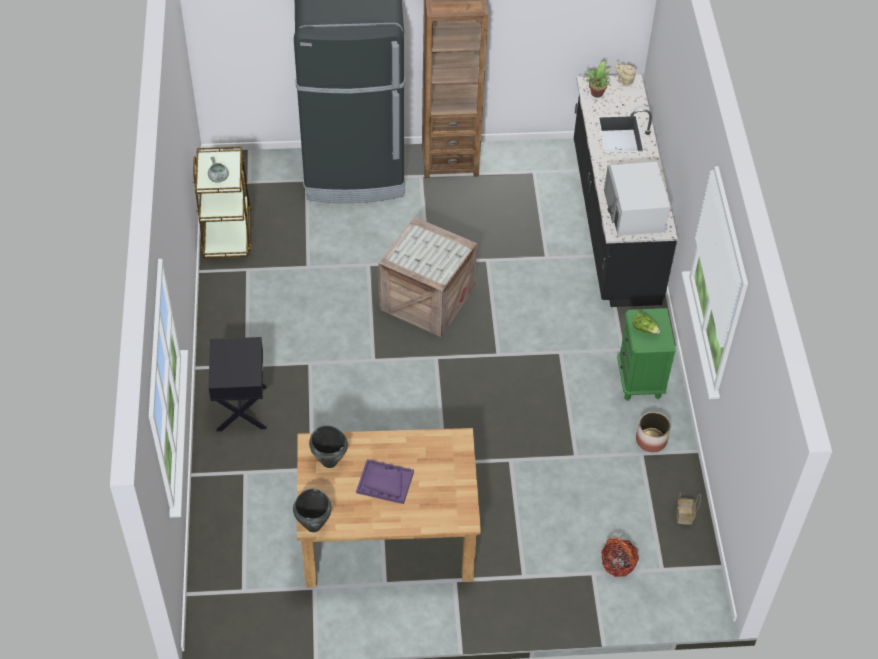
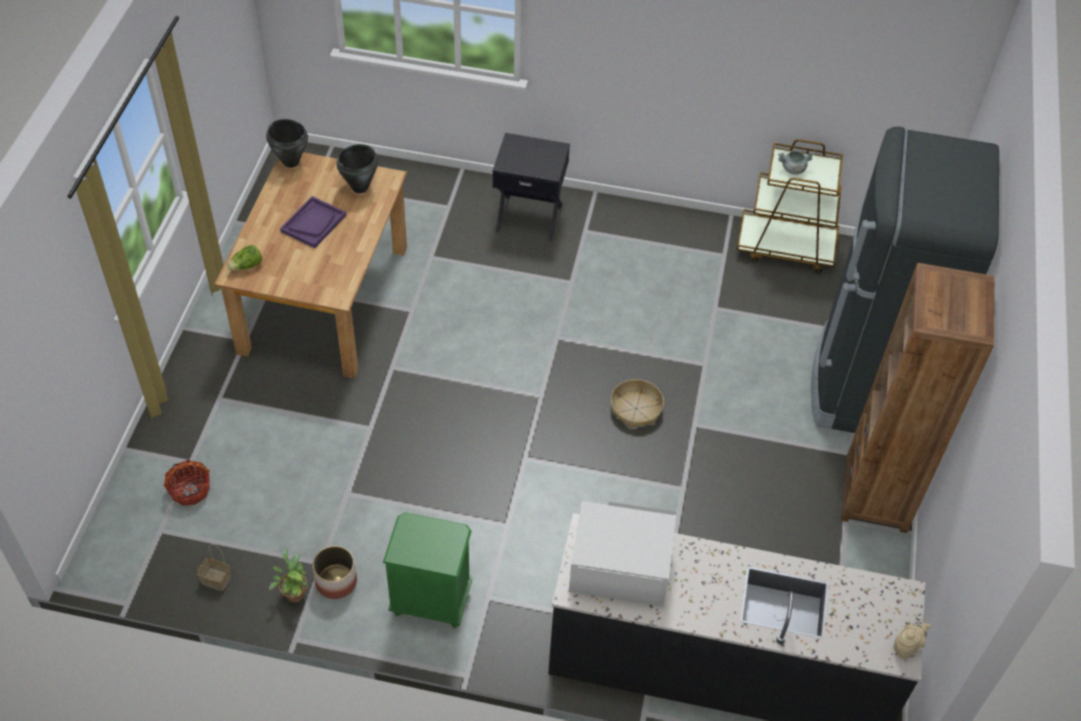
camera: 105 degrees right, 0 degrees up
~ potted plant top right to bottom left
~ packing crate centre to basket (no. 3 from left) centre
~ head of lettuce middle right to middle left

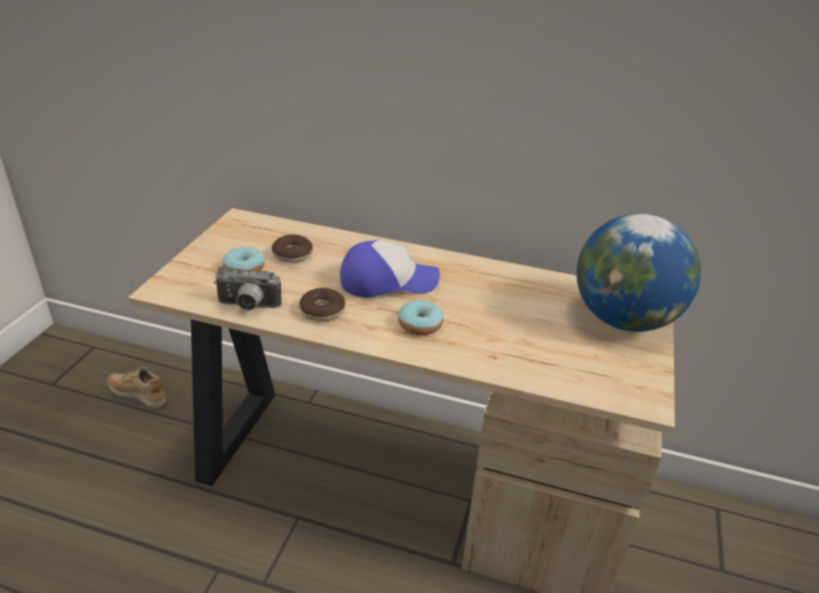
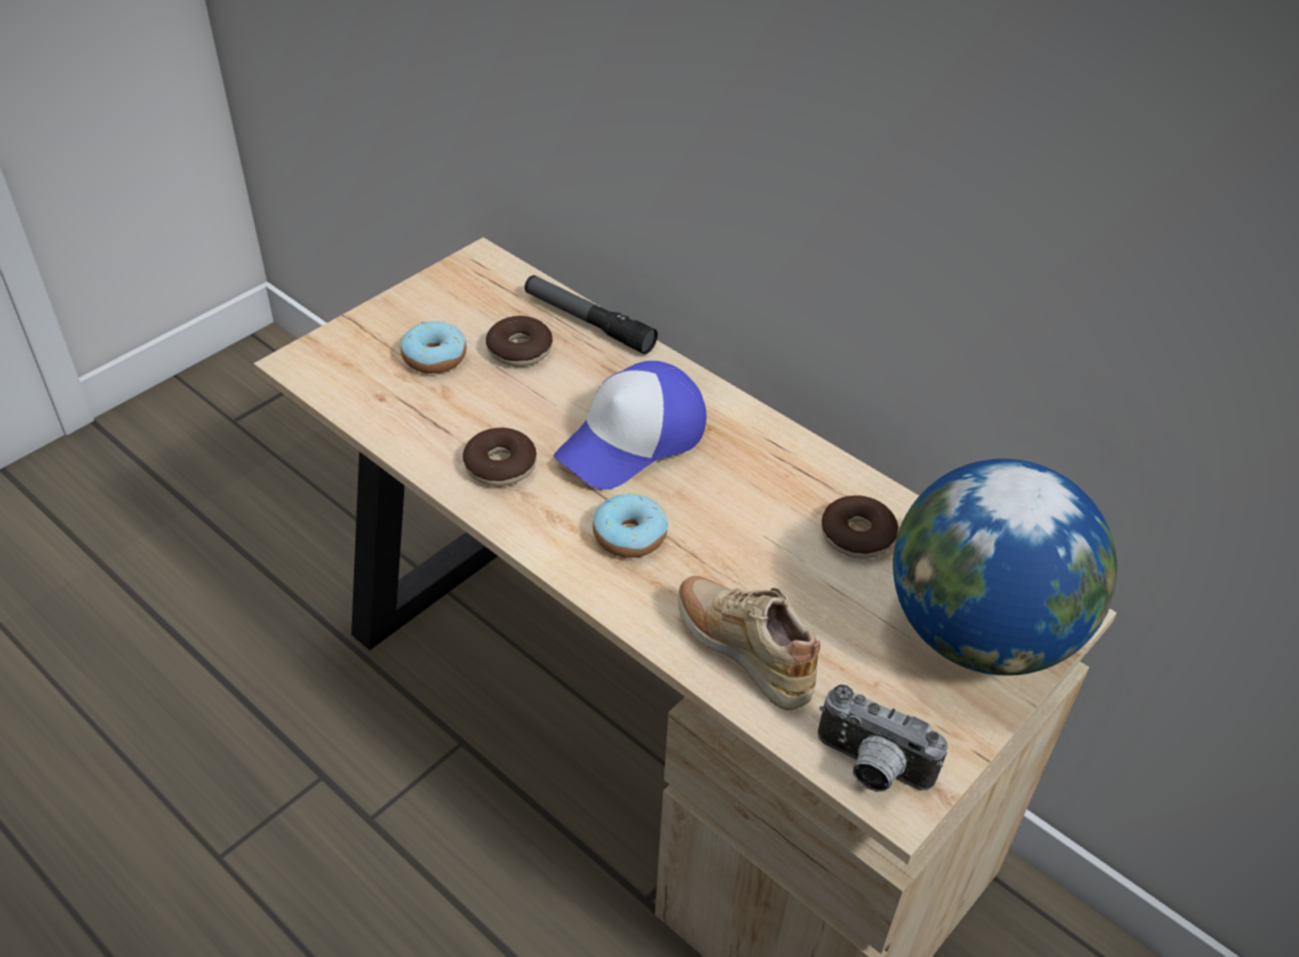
camera: 25 degrees right, 10 degrees up
~ peaked cap centre = centre 120 degrees clockwise
~ photo camera middle left to bottom right
~ beige-coloured shoe middle left to bottom centre
+ flashlight top centre
+ donut (no. 5 from left) centre

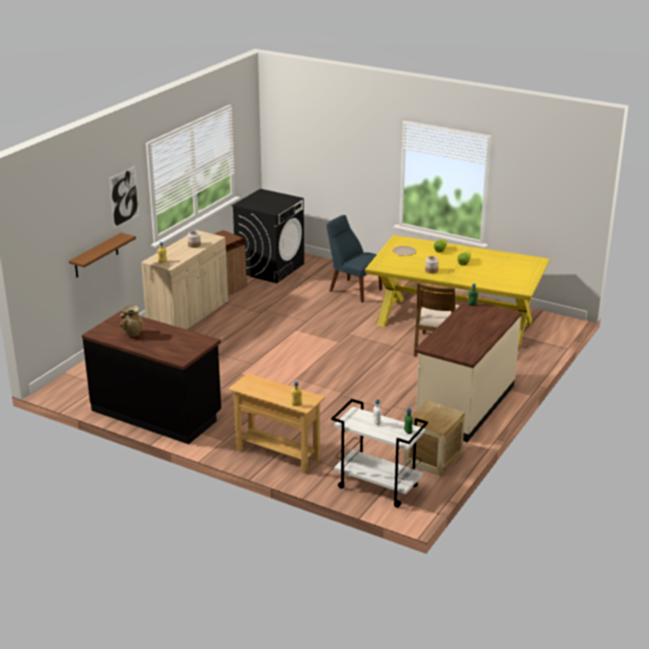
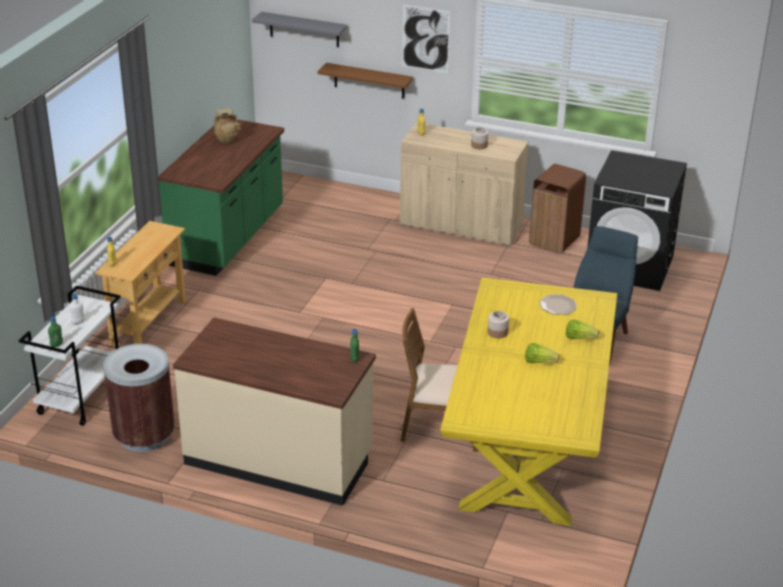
camera: 80 degrees right, 5 degrees up
~ black-coloured counter middle left to green counter middle left
~ packing crate bottom right to brownish waste bin (no. 1 from left) bottom left
+ gray shelf top centre

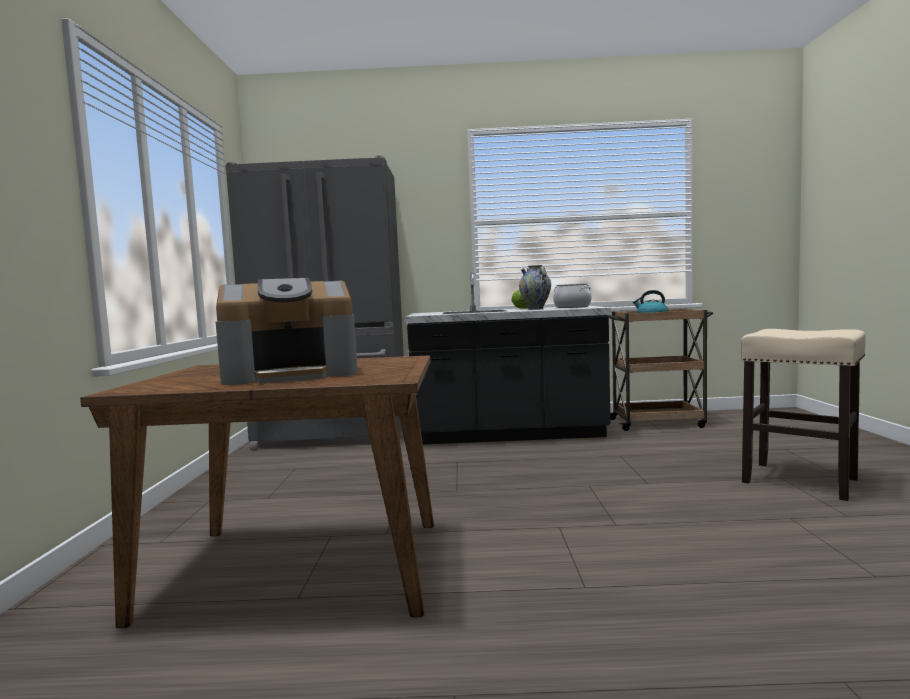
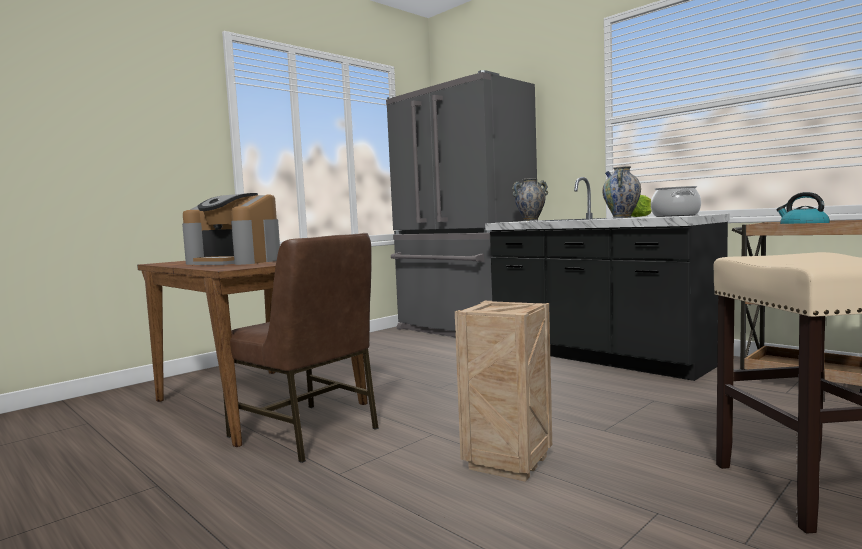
camera: 45 degrees right, 0 degrees up
+ vase (no. 1 from left) centre
+ brownish plain chair centre
+ packing crate bottom centre

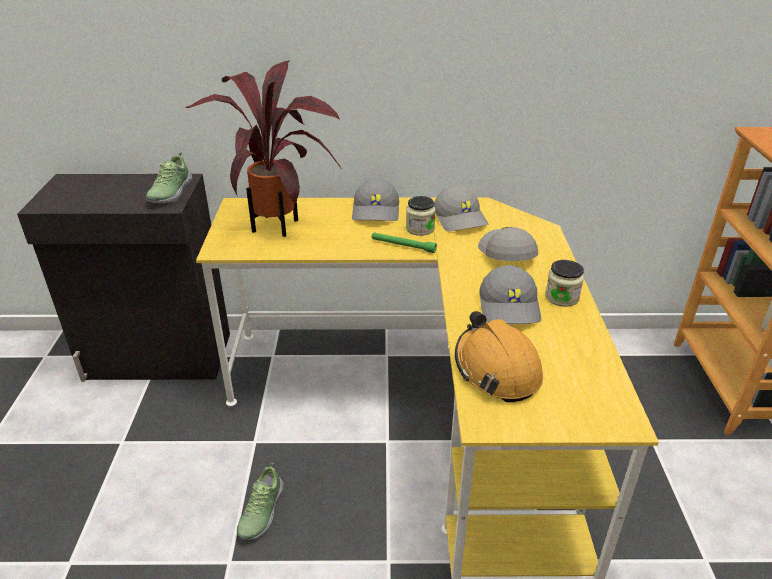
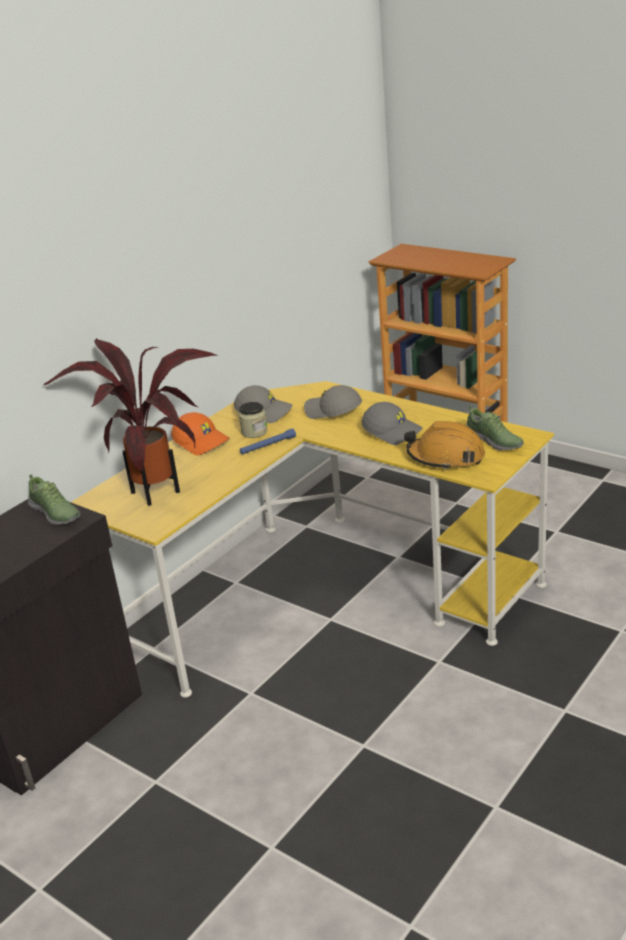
camera: 50 degrees left, 5 degrees down
~ gray peaked cap (no. 1 from left) centre to orange-coloured peaked cap middle left
~ green flashlight centre to blue-coloured flashlight centre
- storage jar (no. 2 from left) middle right
~ shoe (no. 2 from left) bottom centre to middle right

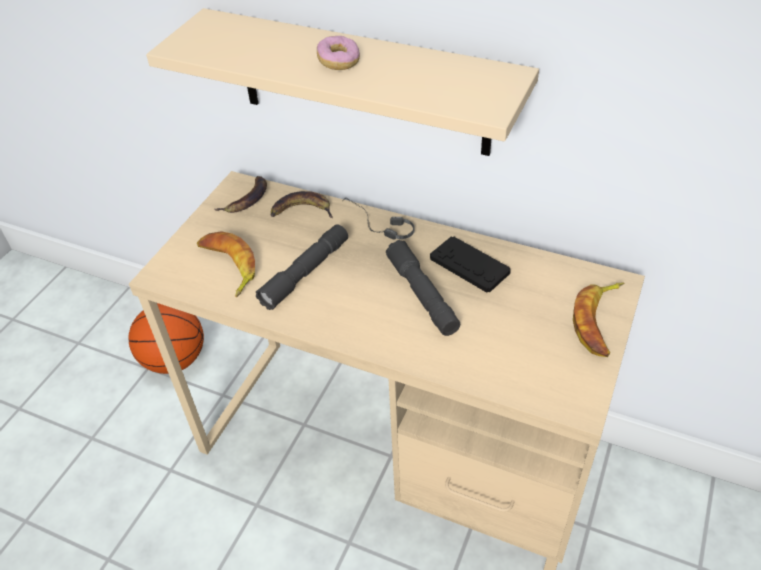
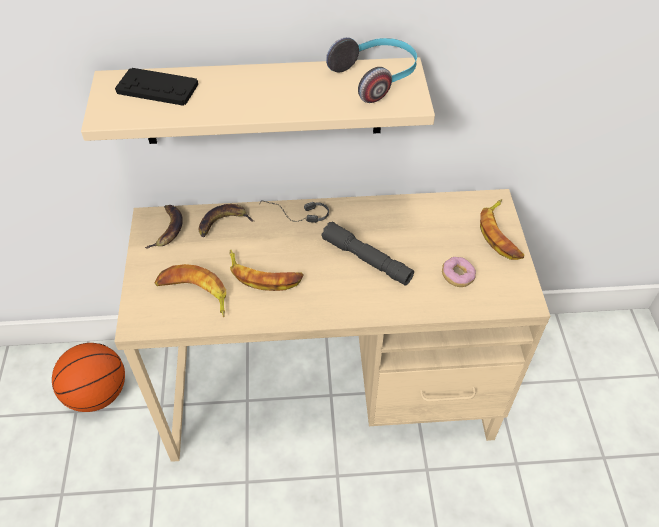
camera: 30 degrees left, 5 degrees up
~ donut top centre to middle right
~ gray flashlight (no. 1 from left) centre to whole banana (no. 4 from left) centre
~ black-coloured gamepad centre to top left
+ headset (no. 2 from left) top centre

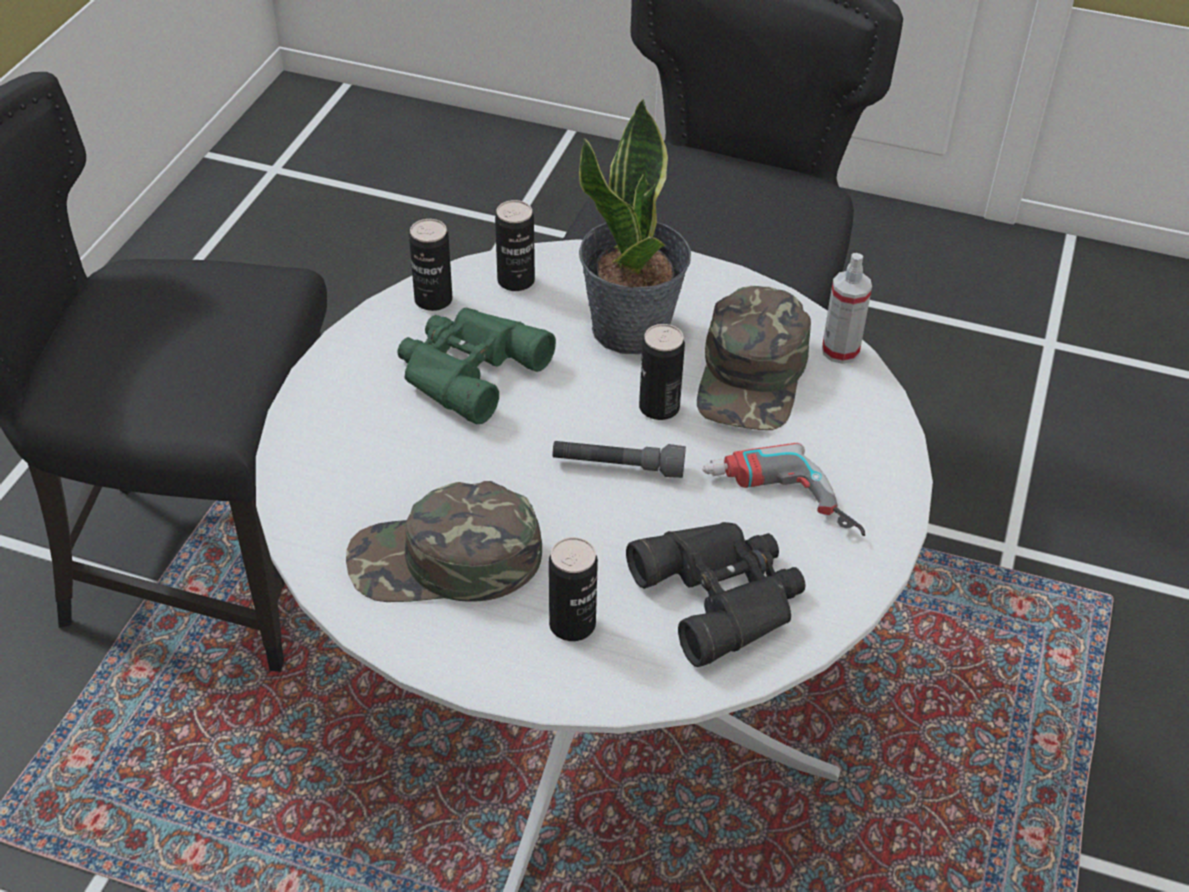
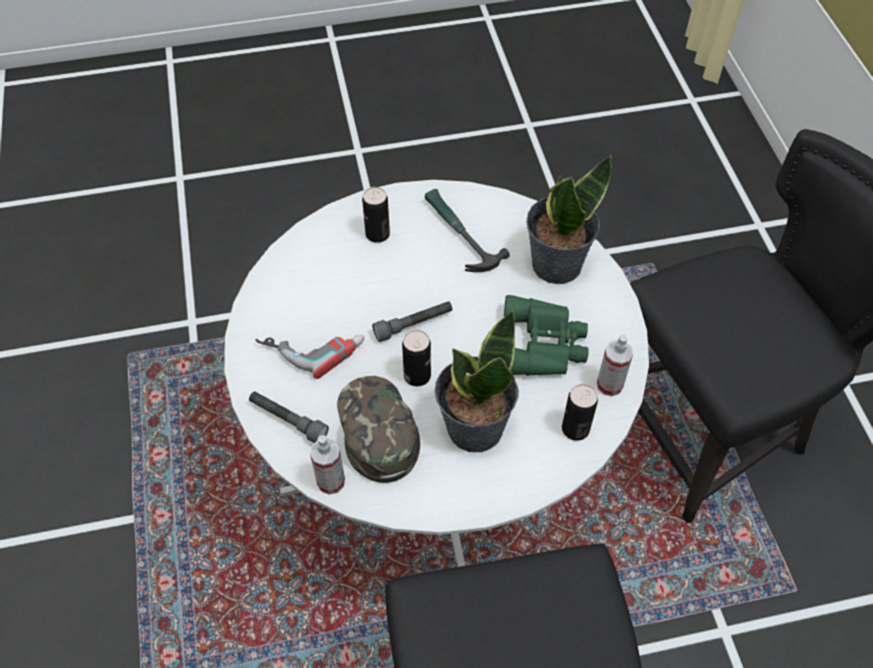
camera: 150 degrees right, 10 degrees up
~ can (no. 1 from left) top centre to sprayer (no. 2 from left) middle right
~ green peaked cap (no. 1 from left) centre to hand hammer centre
- black-coloured field glasses centre
+ potted plant (no. 2 from left) top centre
+ gray flashlight (no. 1 from left) middle left

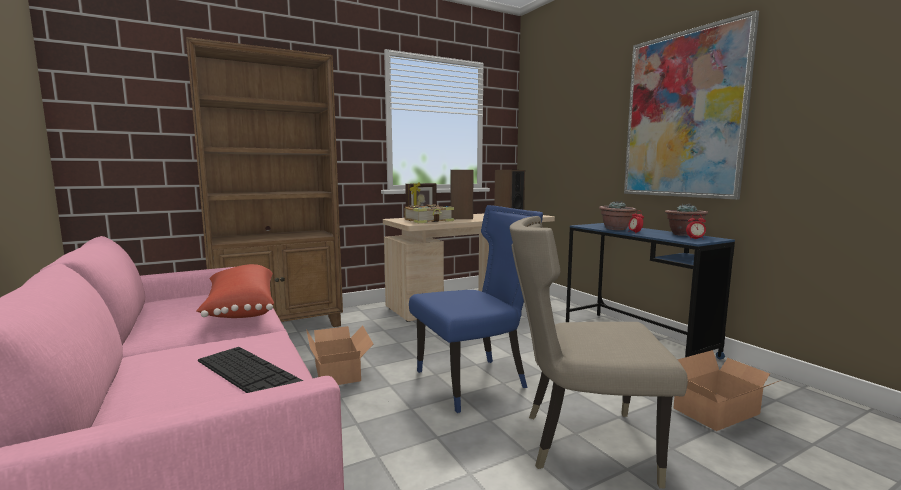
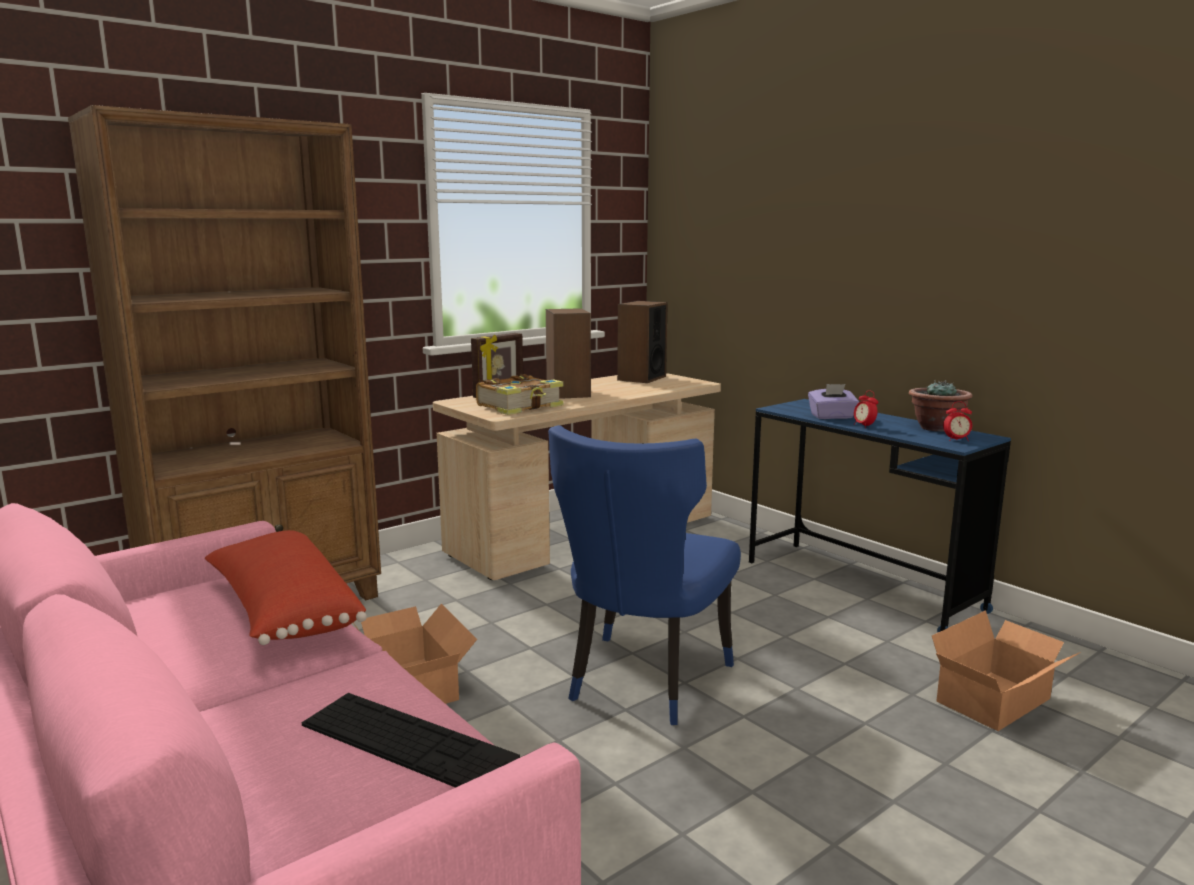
camera: 10 degrees left, 5 degrees up
- wall art top right
~ potted plant (no. 1 from left) middle right to purple tissue holder middle right
~ blue-coloured plain chair centre = centre 150 degrees clockwise
- beige-coloured plain chair bottom centre

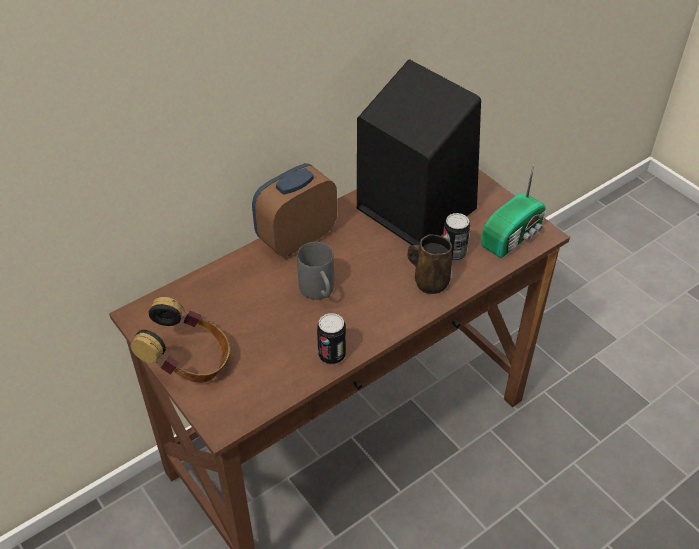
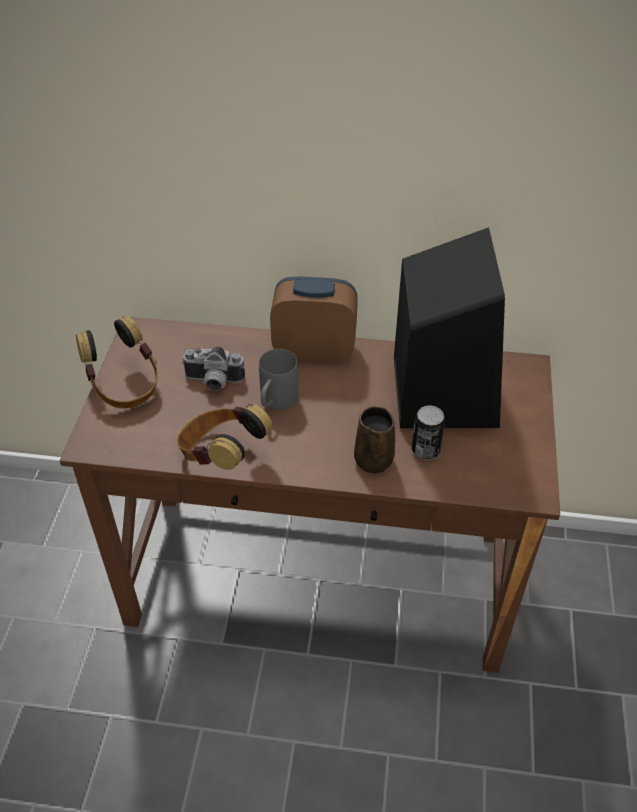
camera: 45 degrees right, 0 degrees up
- radio set middle right
~ can (no. 1 from left) centre to headset (no. 2 from left) centre
+ photo camera centre

